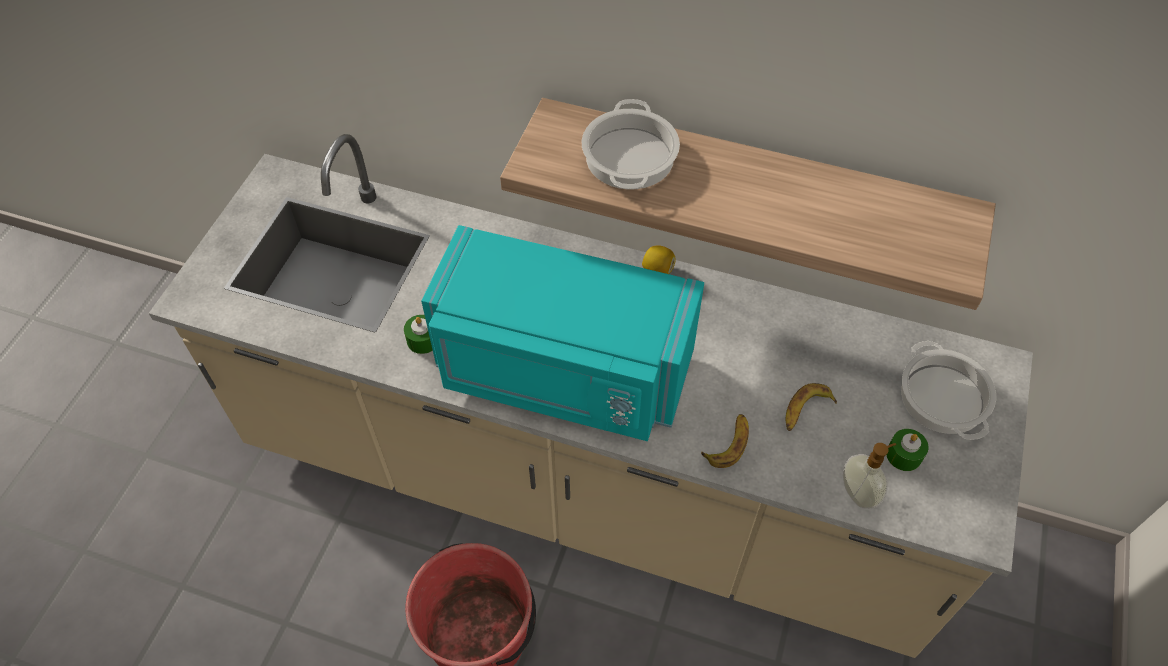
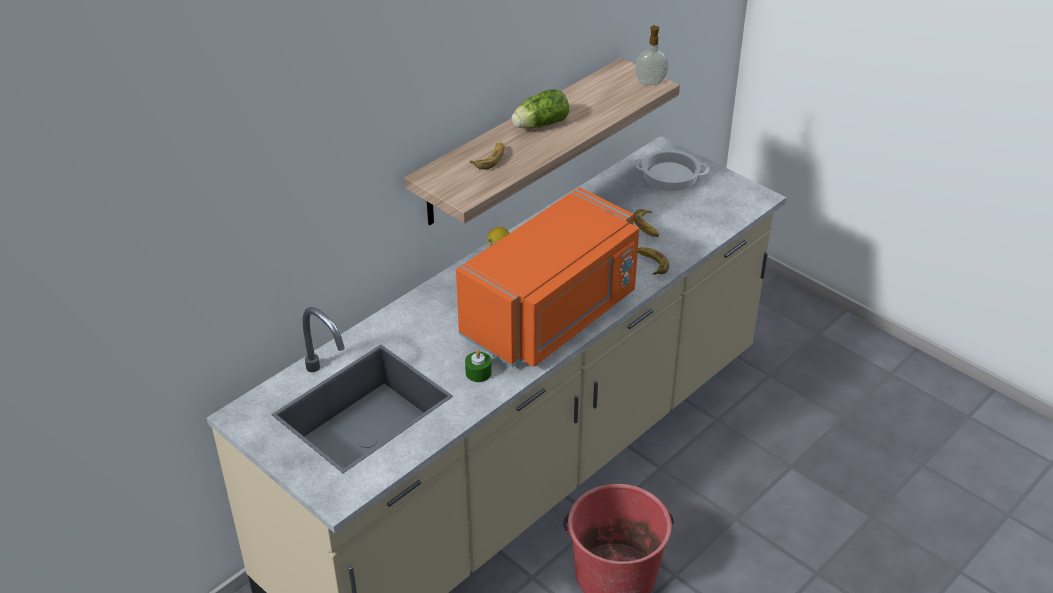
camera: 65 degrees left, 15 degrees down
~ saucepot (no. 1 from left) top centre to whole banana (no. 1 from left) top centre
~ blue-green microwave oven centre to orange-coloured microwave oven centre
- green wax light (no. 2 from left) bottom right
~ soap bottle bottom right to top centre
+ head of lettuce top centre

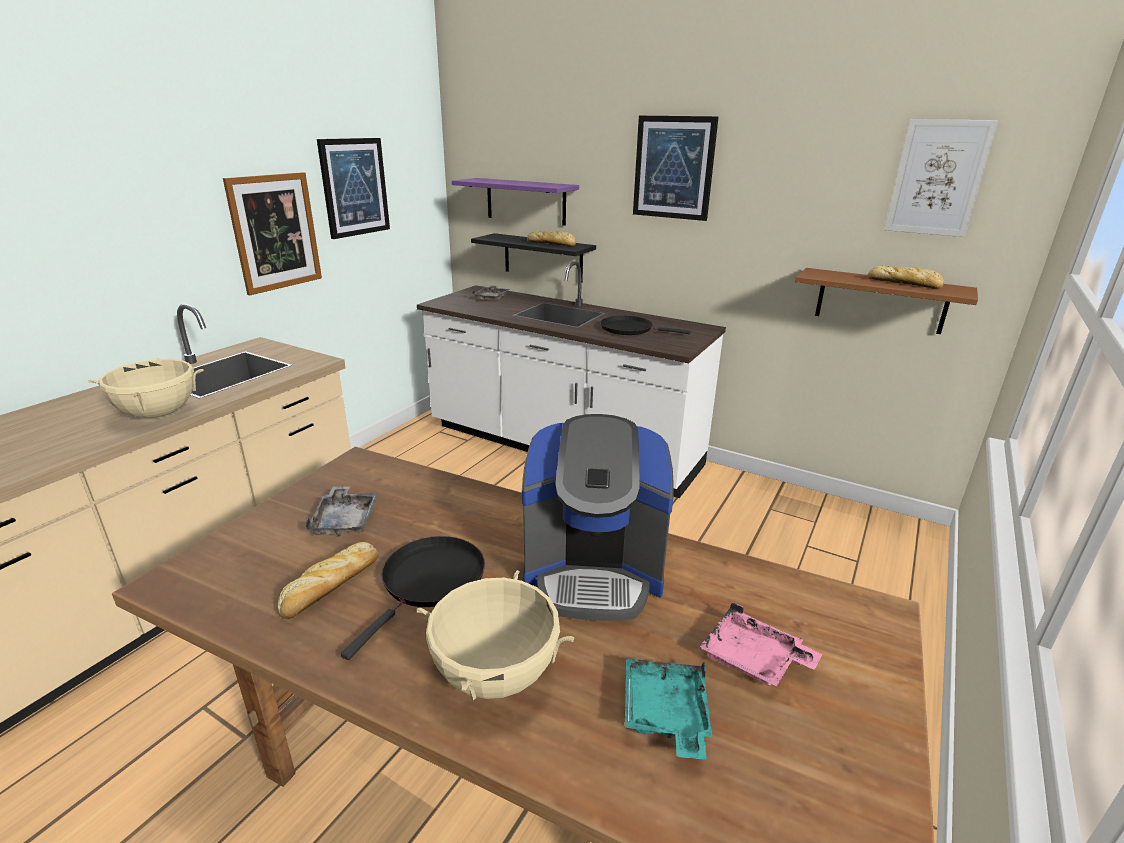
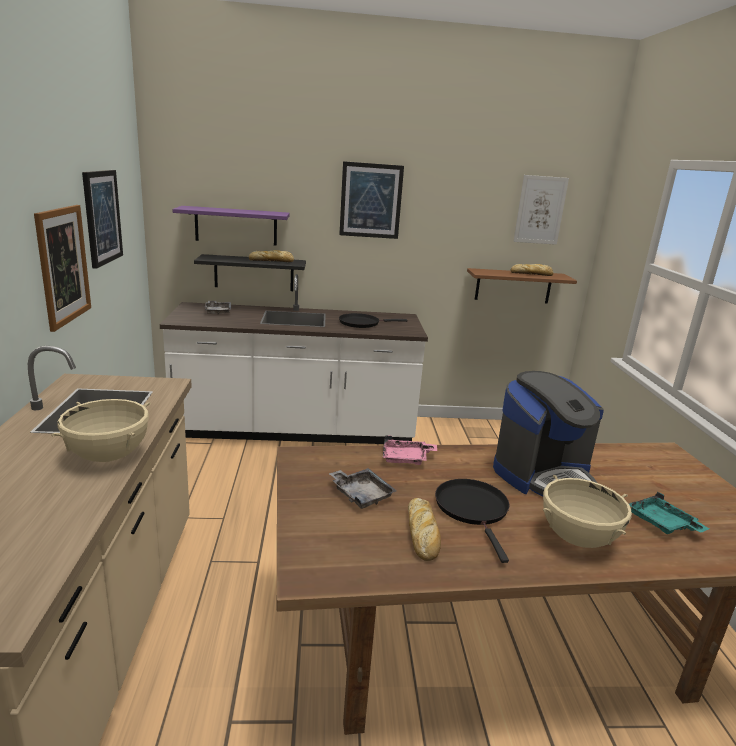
camera: 35 degrees left, 5 degrees down
~ pink-coloured tray bottom right to centre

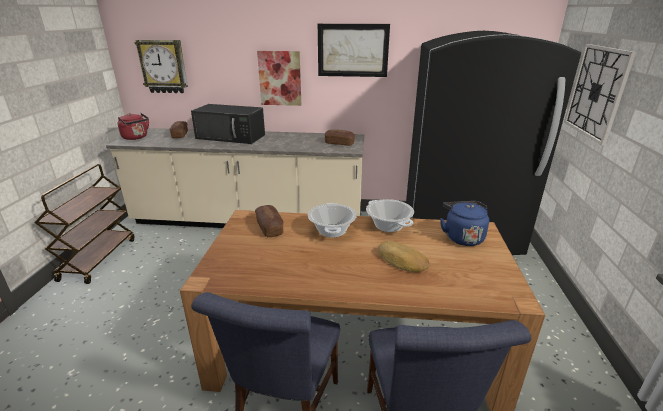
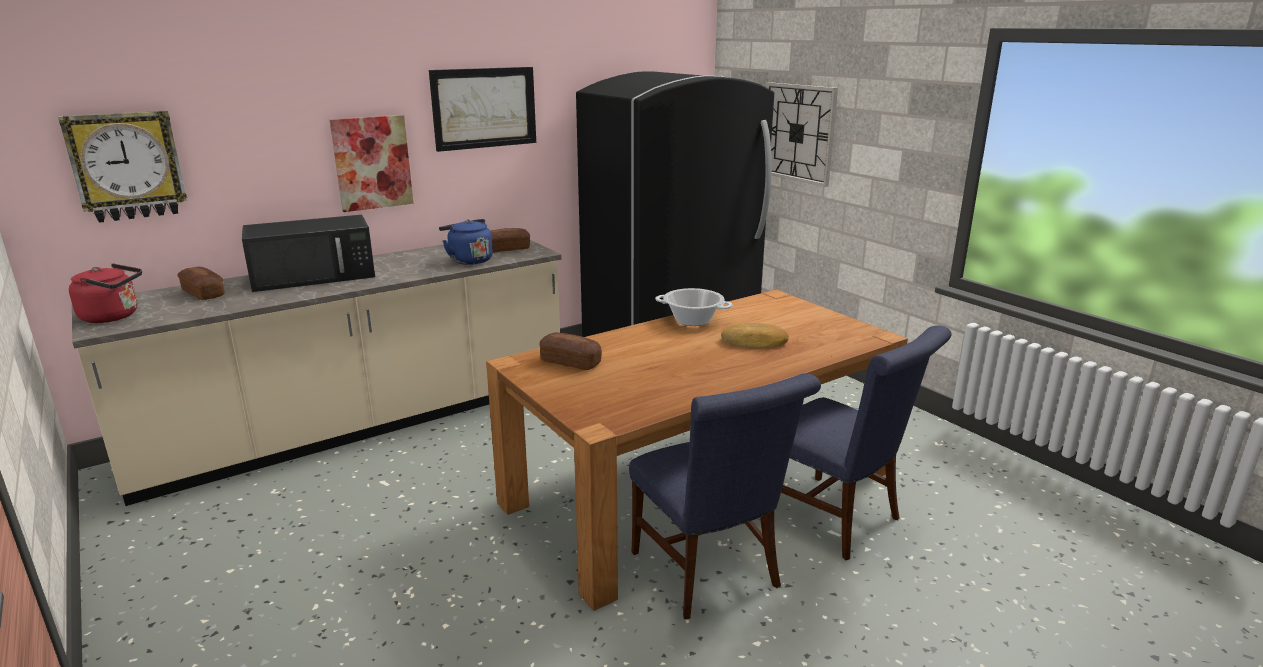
camera: 40 degrees left, 5 degrees down
- brownish cart middle left
~ blue-coloured water kettle middle right to centre
- saucepot (no. 1 from left) centre

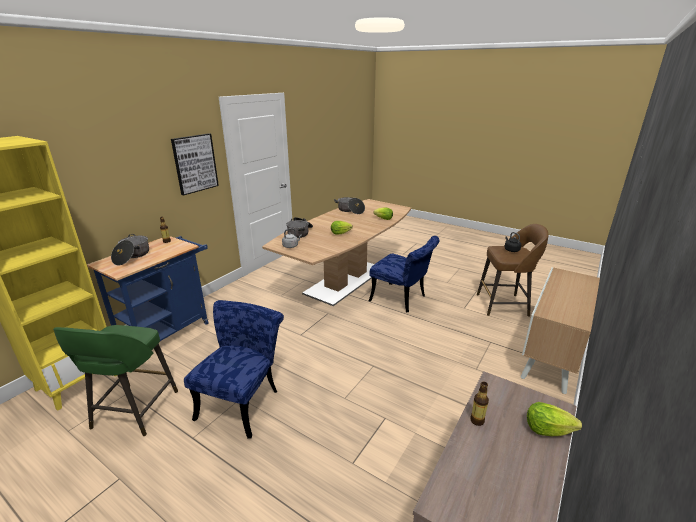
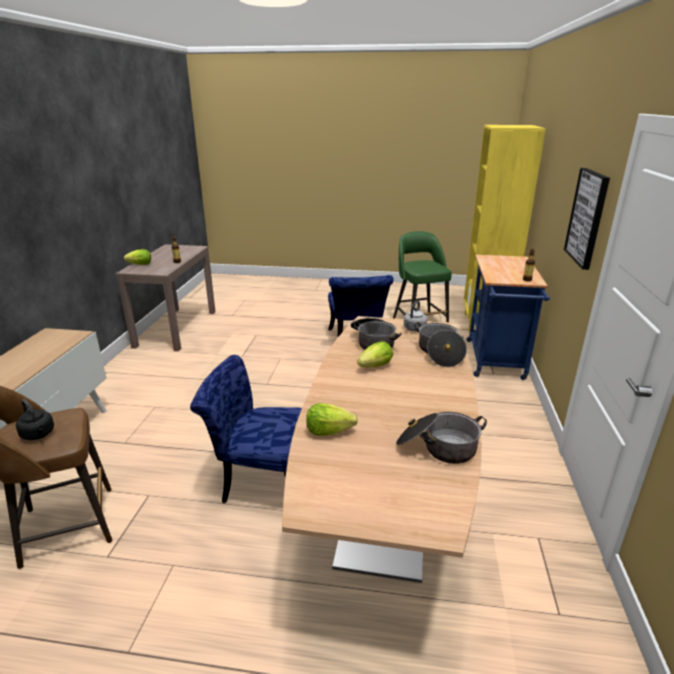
camera: 155 degrees right, 0 degrees up
~ saucepot (no. 1 from left) middle left to centre

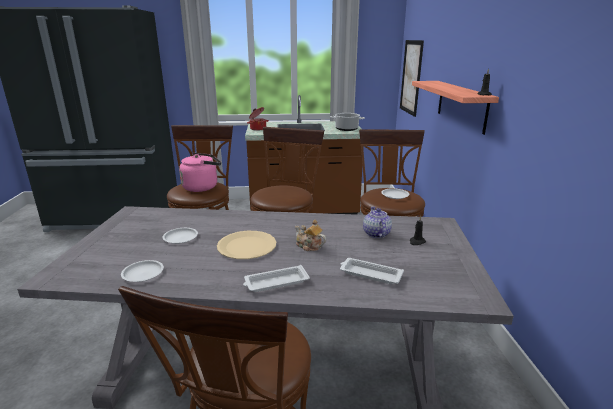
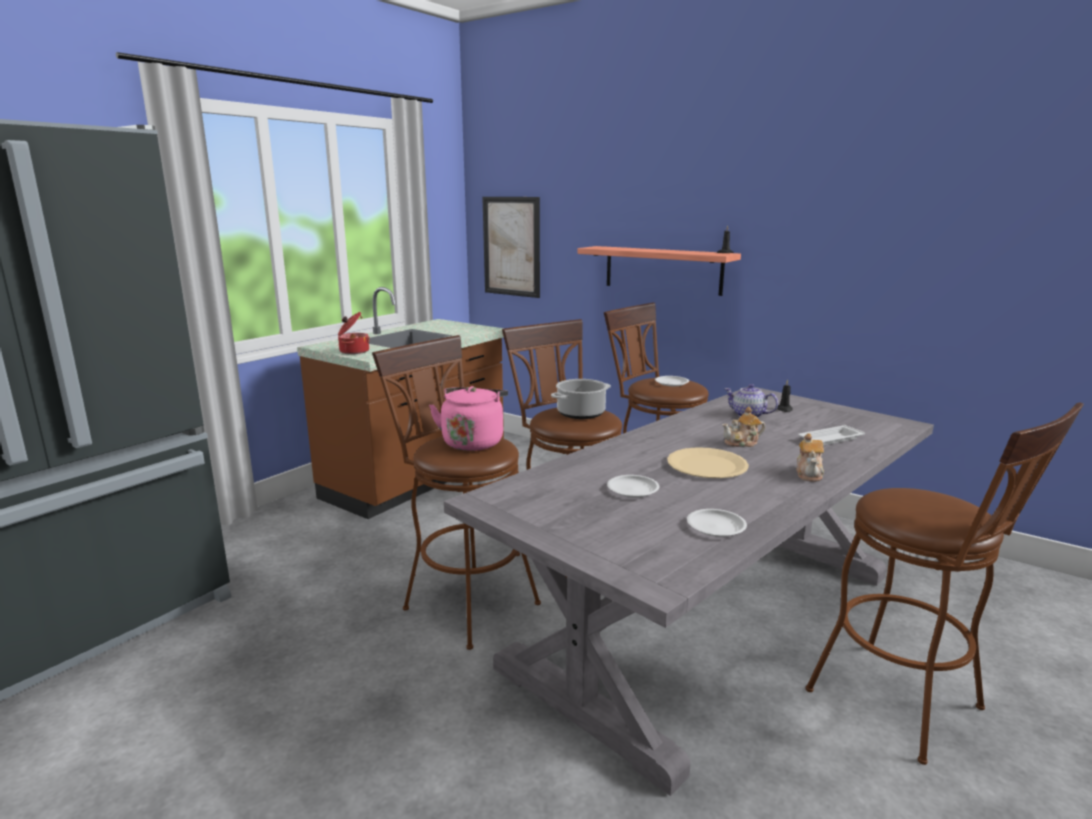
camera: 50 degrees left, 5 degrees down
~ saucepot (no. 2 from left) top centre to centre
~ whitish tray (no. 1 from left) bottom centre to pot for tea (no. 3 from left) middle right

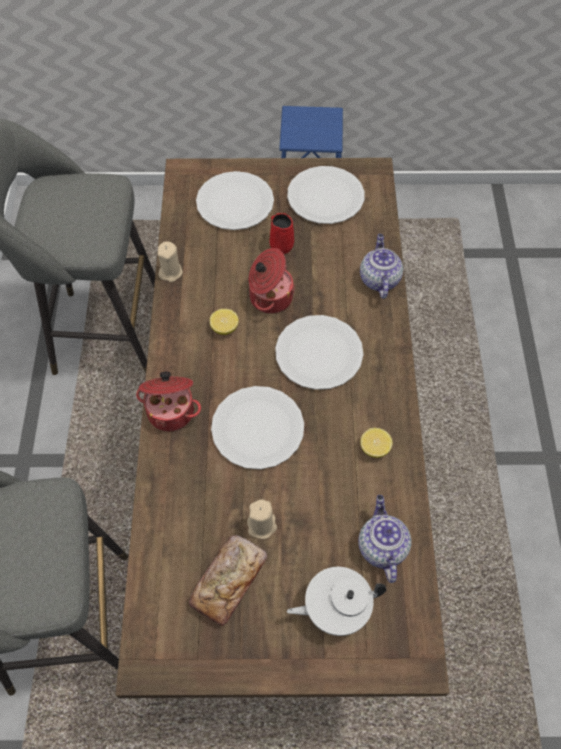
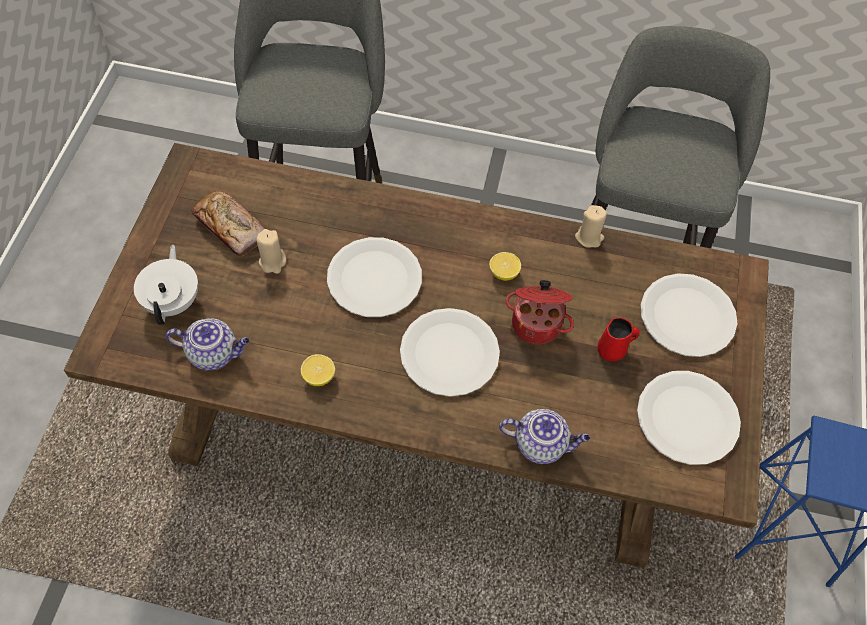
camera: 100 degrees right, 0 degrees up
- saucepot (no. 1 from left) middle left

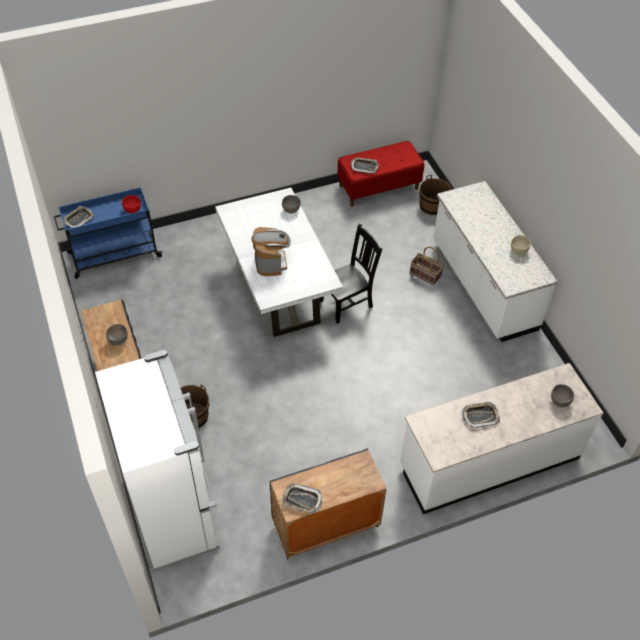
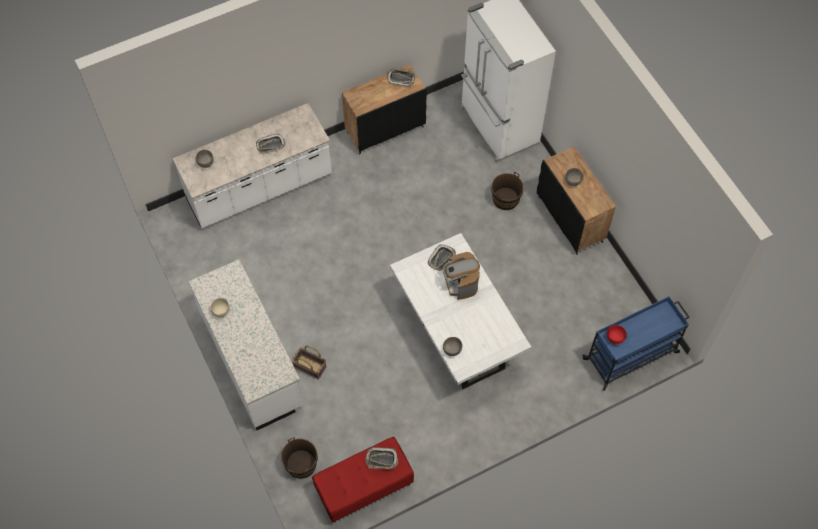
camera: 175 degrees right, 10 degrees up
~ tray (no. 1 from left in the first image) middle left to tray (no. 4 from left) centre
- black-coloured plain chair centre

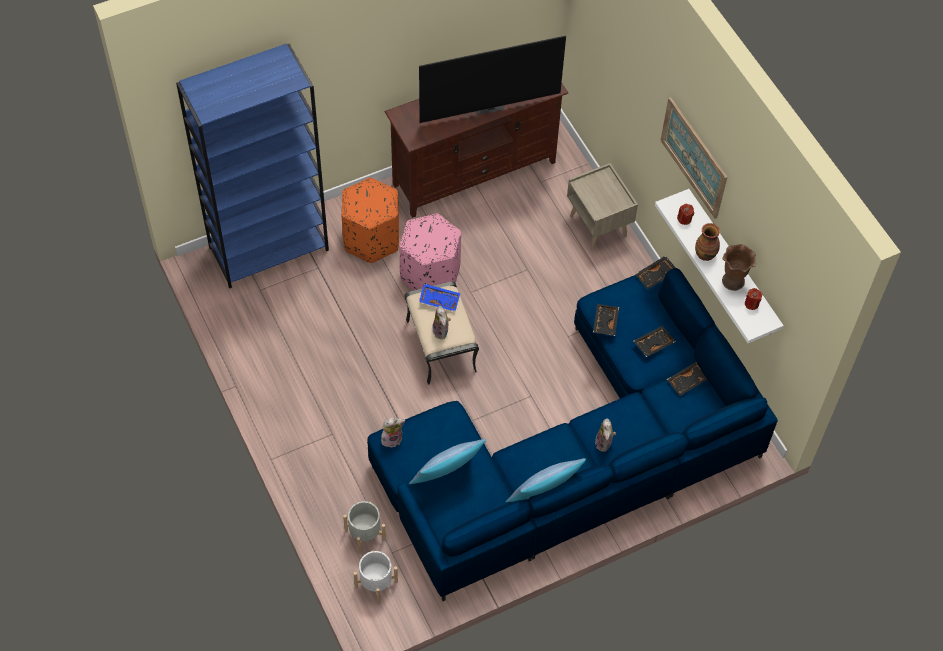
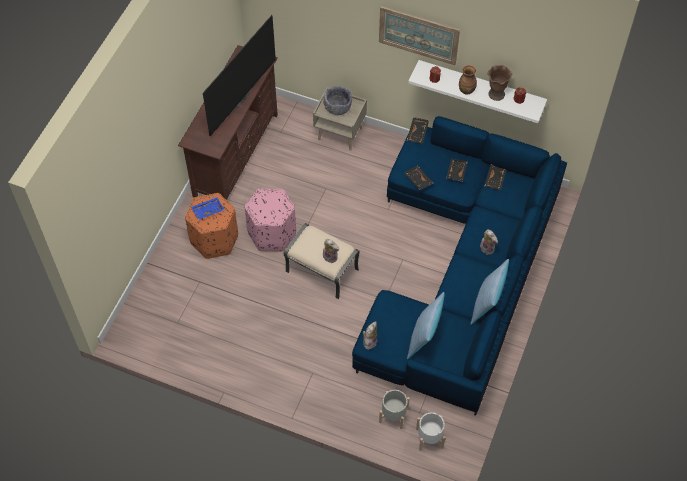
camera: 40 degrees left, 0 degrees up
- blue-coloured shelving unit top left
~ blue-coloured tray centre to middle left
+ gray deep dish top centre

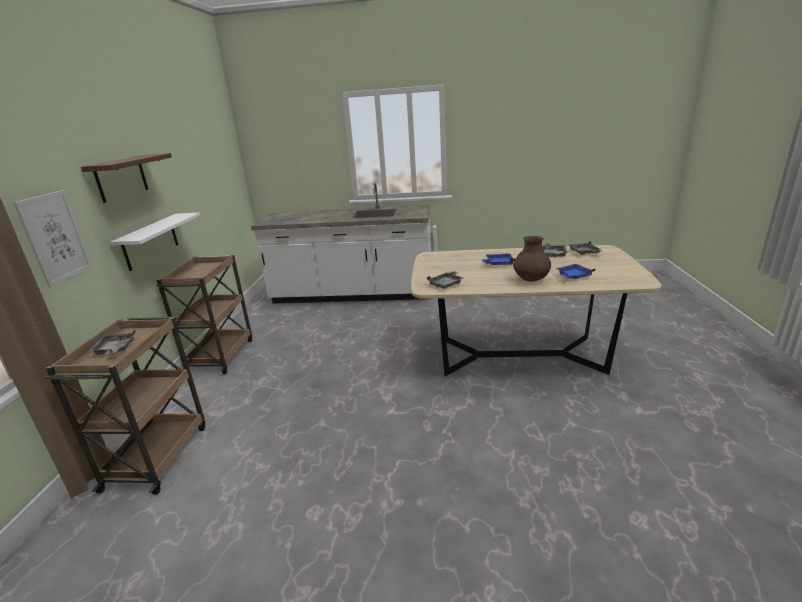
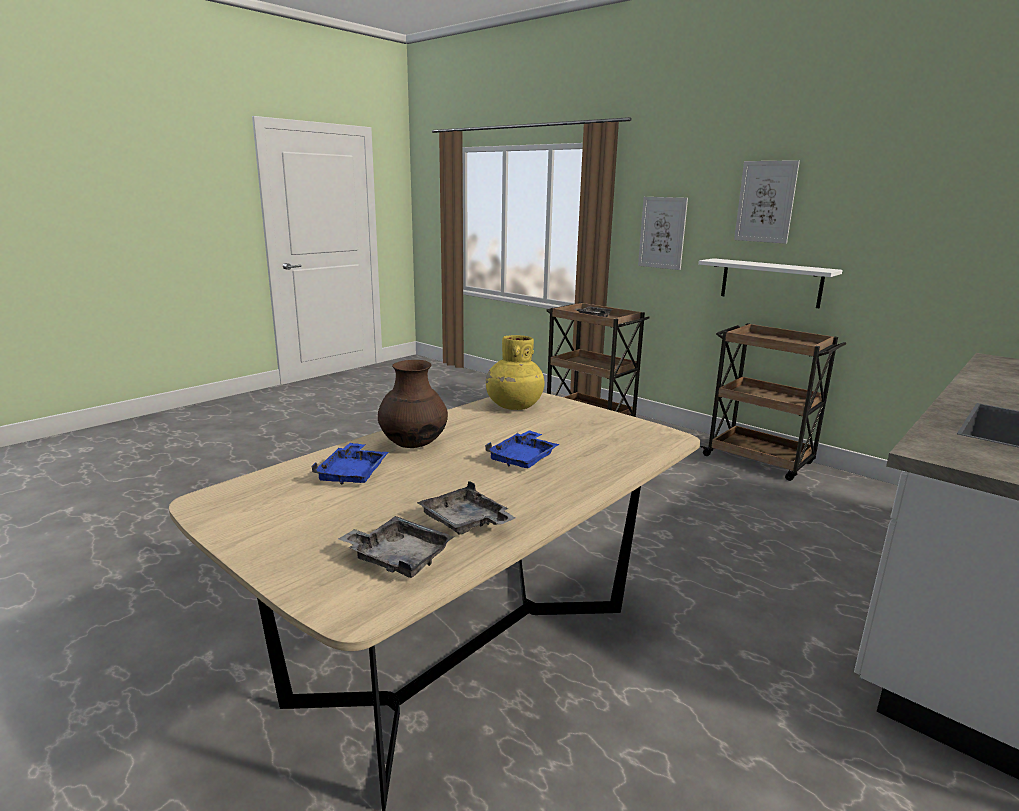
camera: 125 degrees right, 5 degrees down
~ brownish shelf top left to wall art (no. 2 from left) top right
~ gray tray (no. 2 from left) centre to yellowish vase centre

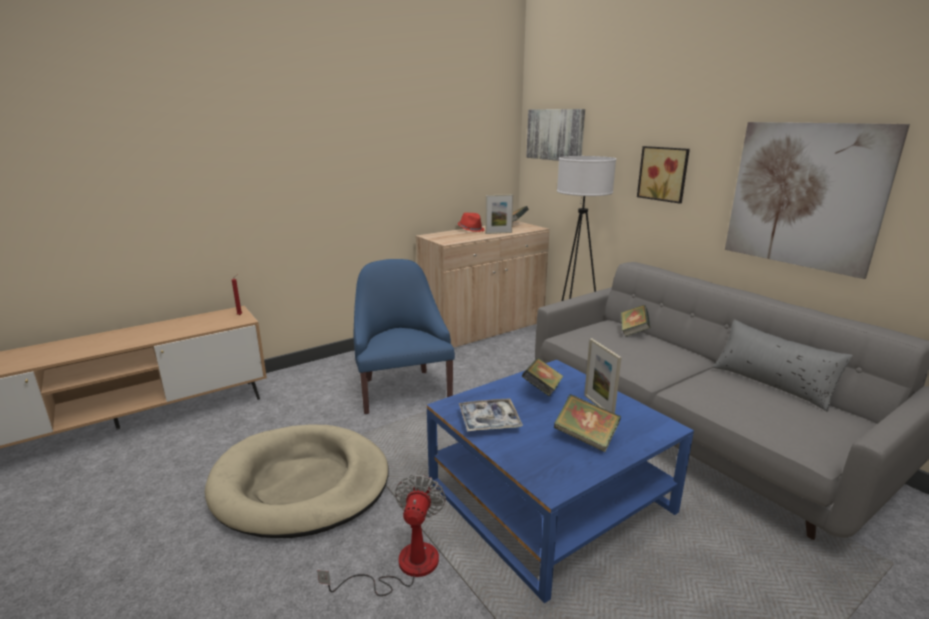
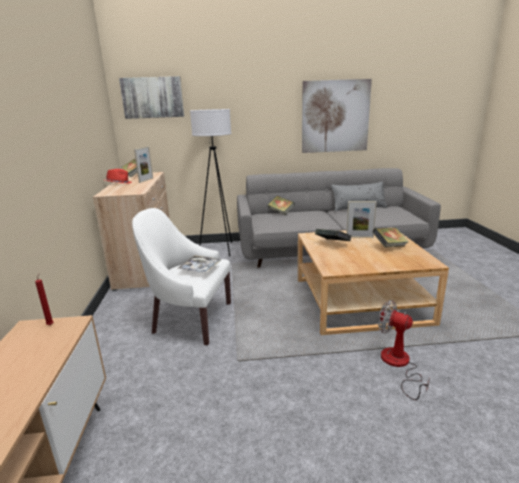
camera: 60 degrees left, 0 degrees up
- wall art (no. 2 from left) top right
~ blue-coloured armchair centre to whitish armchair centre
~ blue-coloured low table bottom centre to beige-coloured low table middle right
~ tray bottom centre to centre
- beige-coloured pet bed bottom left

